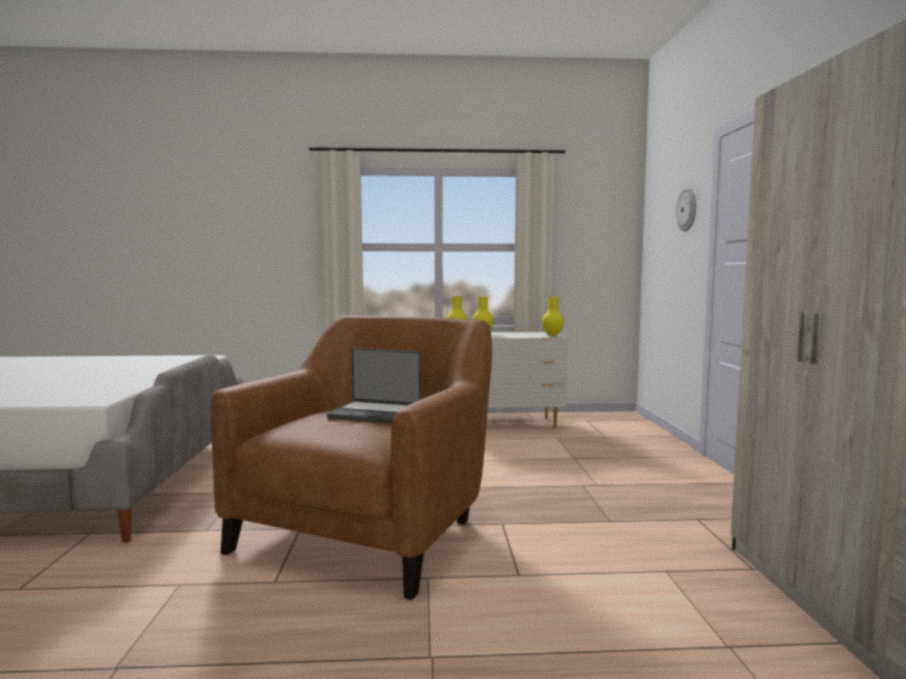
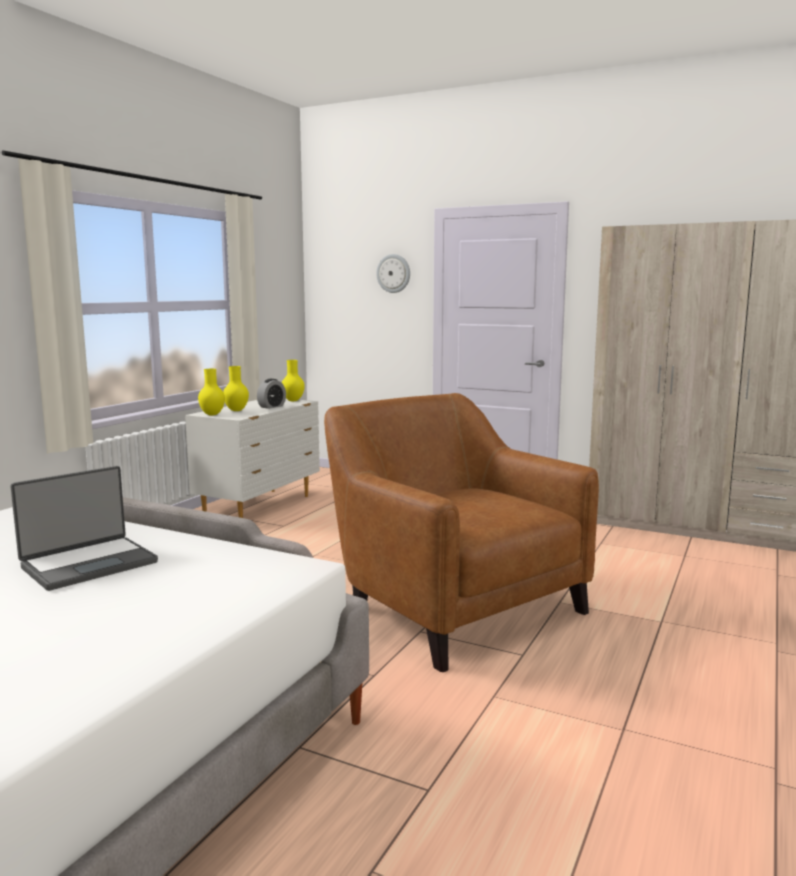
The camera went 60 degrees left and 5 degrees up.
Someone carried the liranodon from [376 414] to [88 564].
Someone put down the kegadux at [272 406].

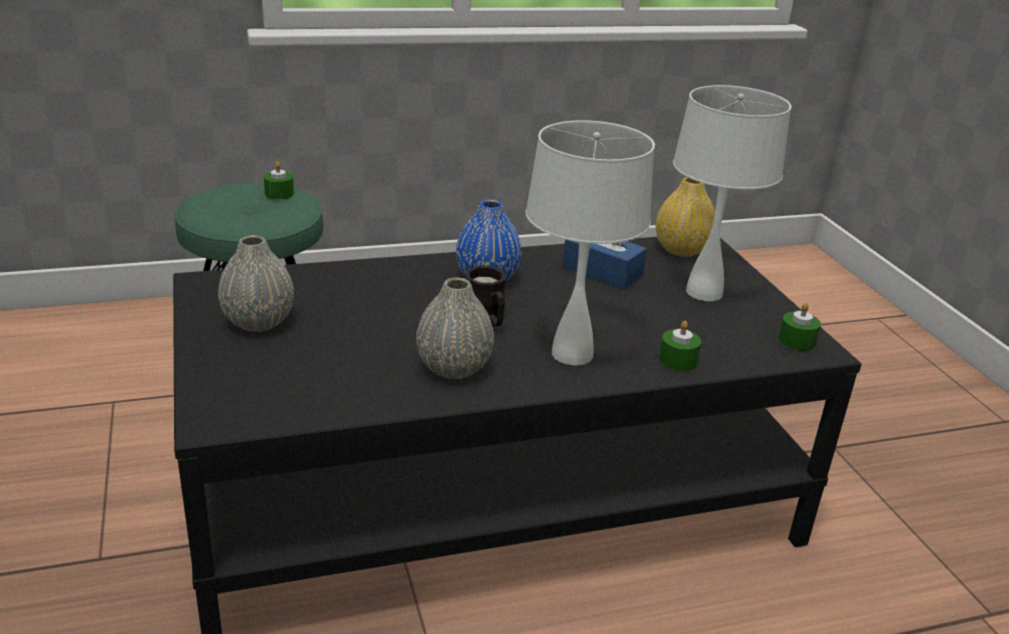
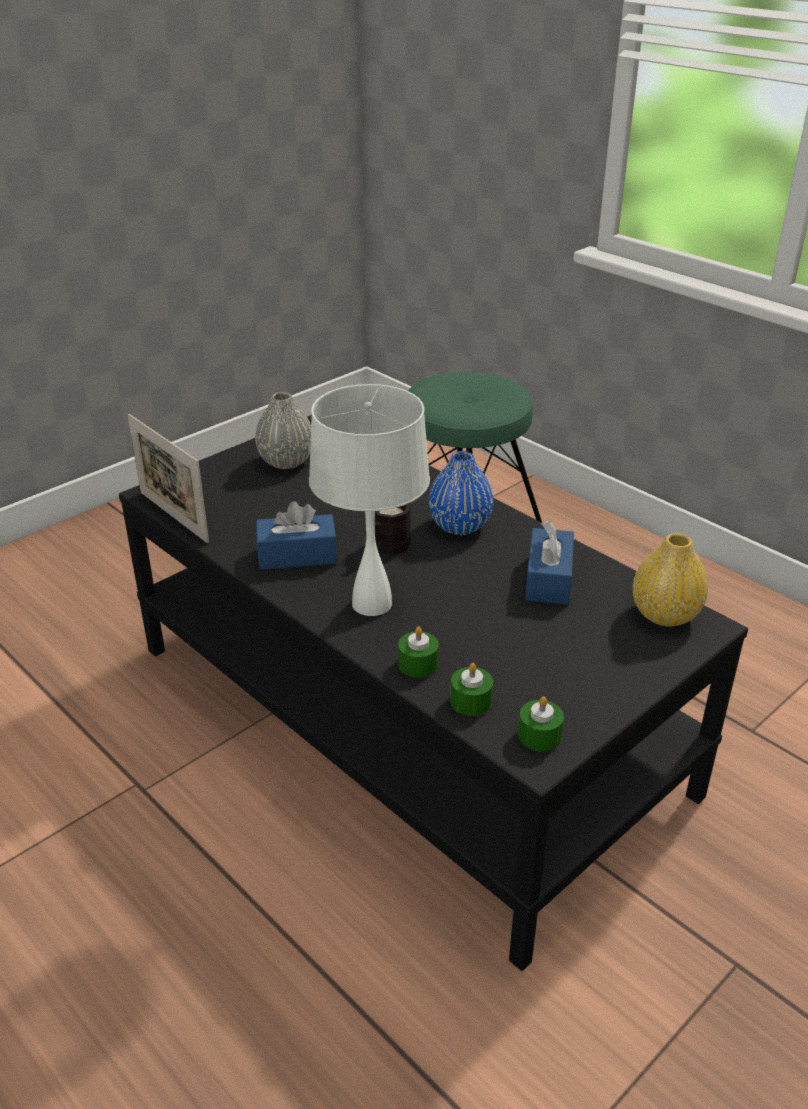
The camera went 65 degrees right and 5 degrees up.
Someone put down the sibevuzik at [173 517].
Someone swapped the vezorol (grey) at [453 367] for the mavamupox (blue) at [297 555].
Someone carried the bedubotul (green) from [279 194] to [471 701].
Someone took away the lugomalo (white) at [704 292].

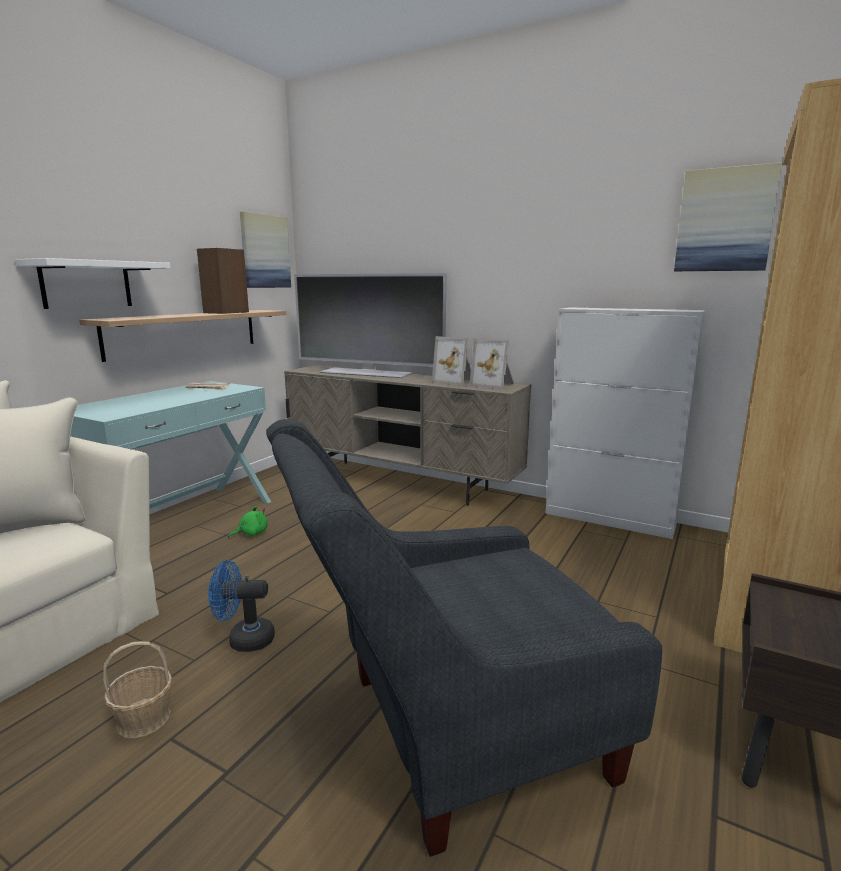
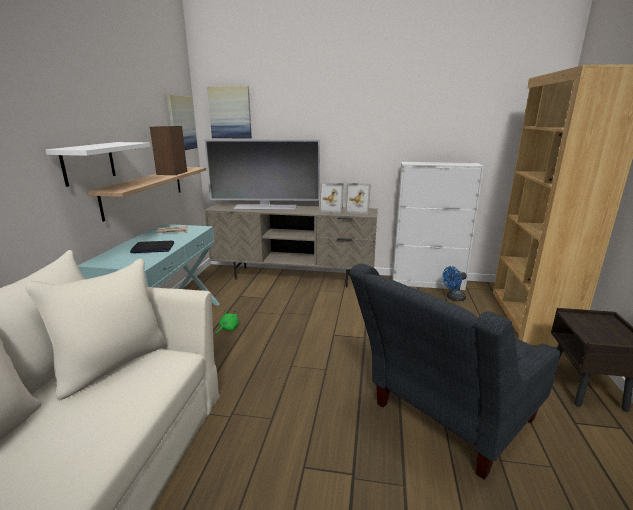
The camera went 20 degrees left and 5 degrees up.
Someone put down the liranodon at [152 248].
Someone carried the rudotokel from [725 220] to [230 112].
Someone carried the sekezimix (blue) from [244 639] to [453 298].
Someone took away the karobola at [144 719].

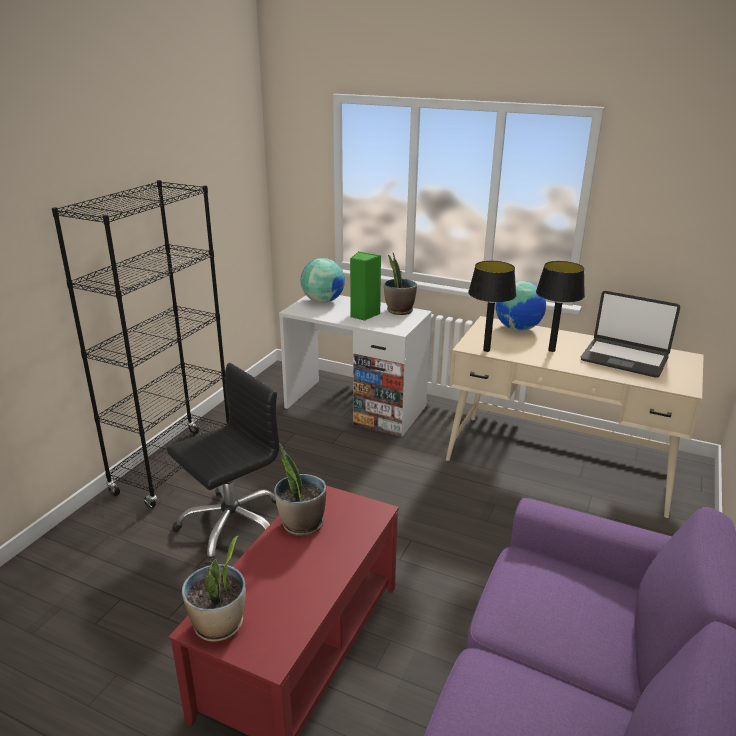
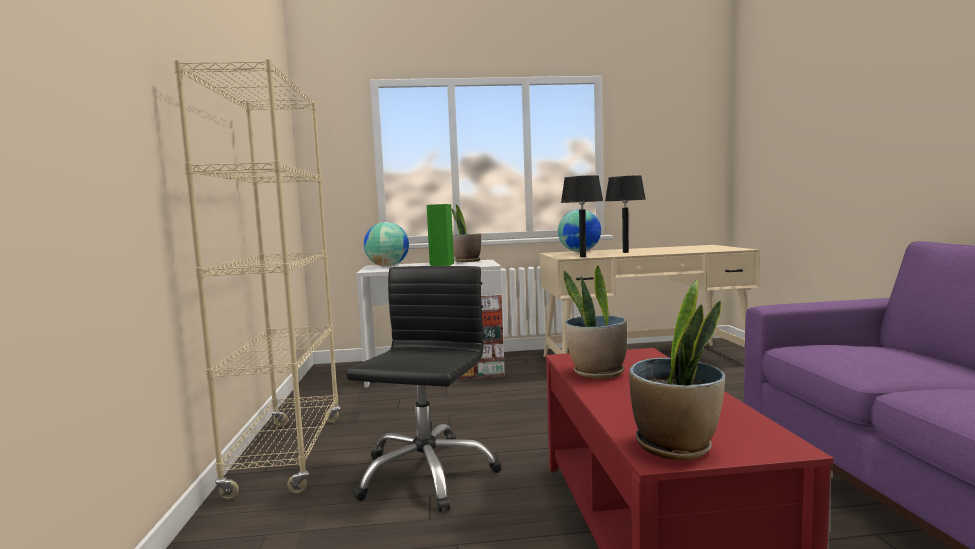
The camera went 30 degrees left and 20 degrees down.
Someone repainted the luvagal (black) at [174 467], which became the luvagal (beige) at [288 454].
Someone took away the liranodon at [624 358].

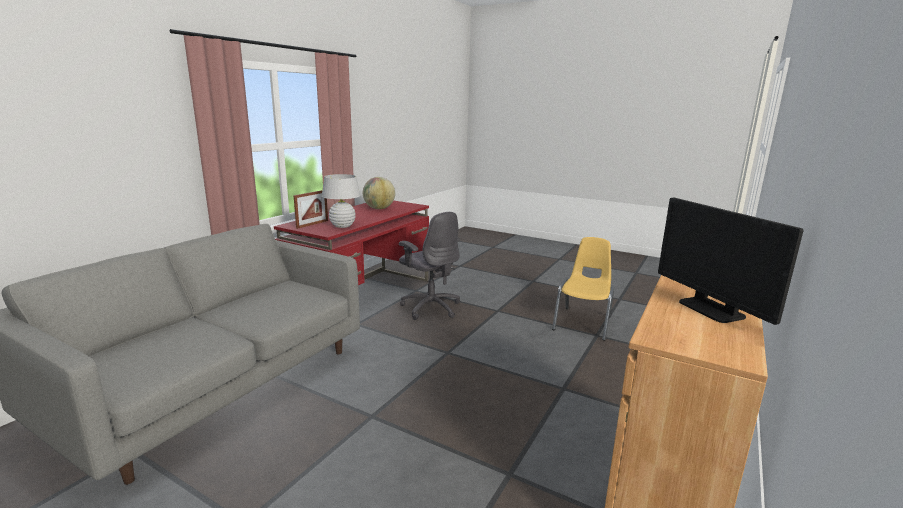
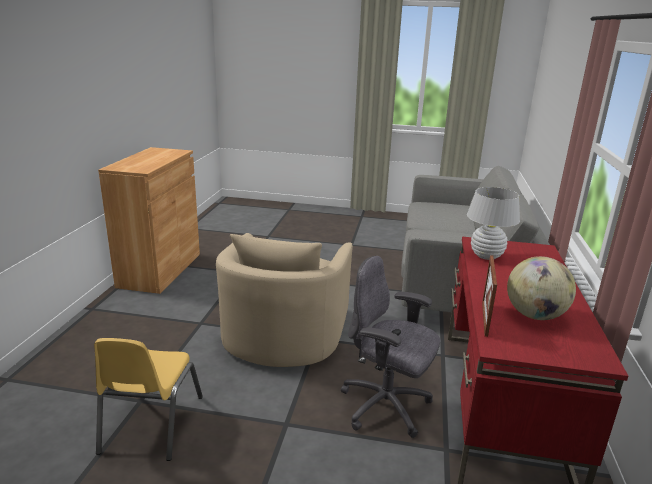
The camera went 160 degrees right and 5 degrees up.
Someone put down the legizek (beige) at [284 332].
Someone carried the sibevuzik from [312 224] to [484 318].
Someone took away the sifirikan at [711 309].

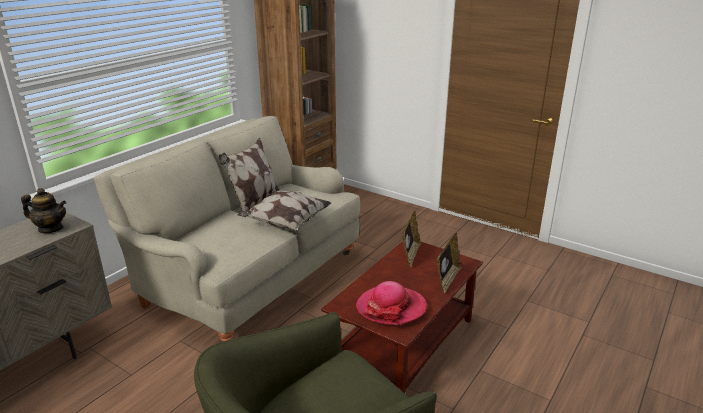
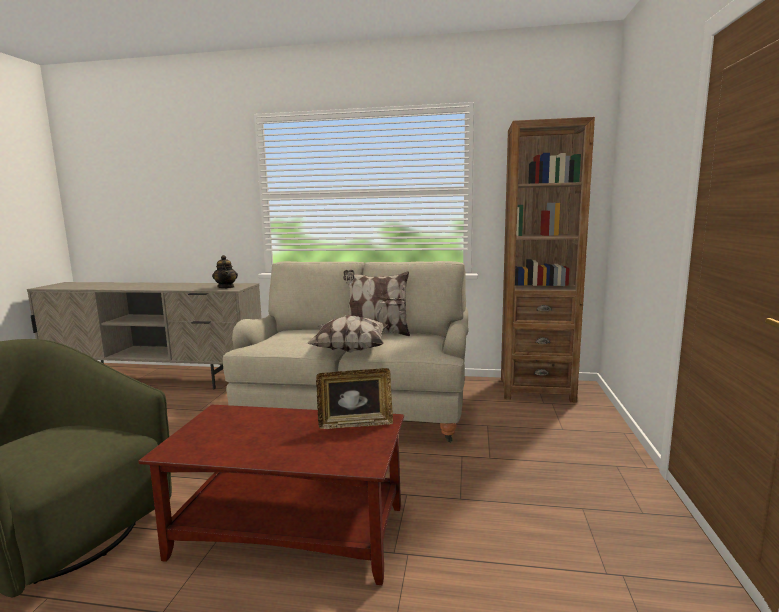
The camera went 65 degrees right and 15 degrees down.
Someone took away the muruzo at [391 307].
Someone took away the sibevuzik at [447 280].

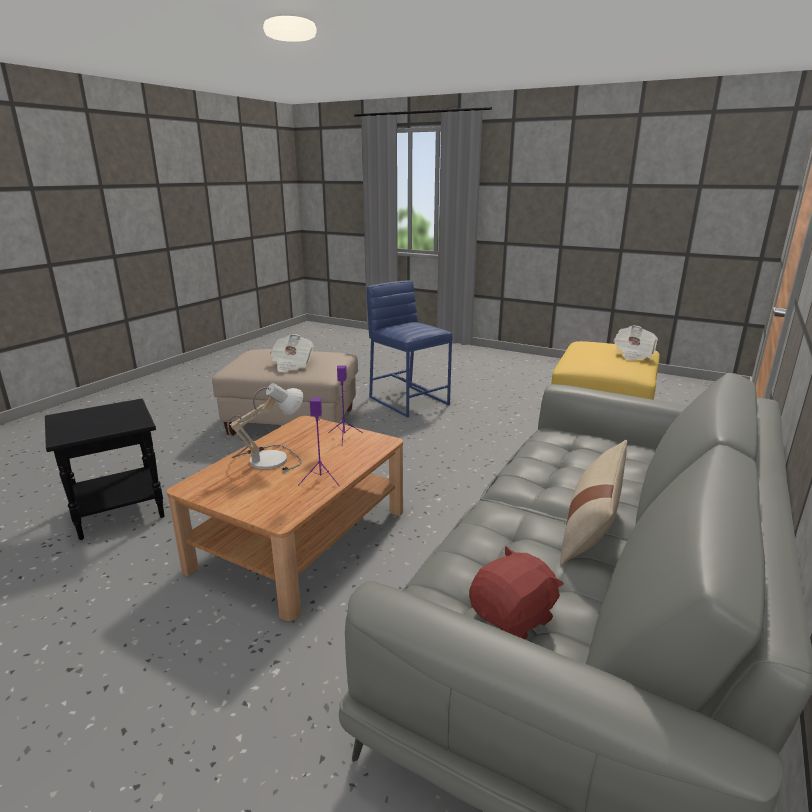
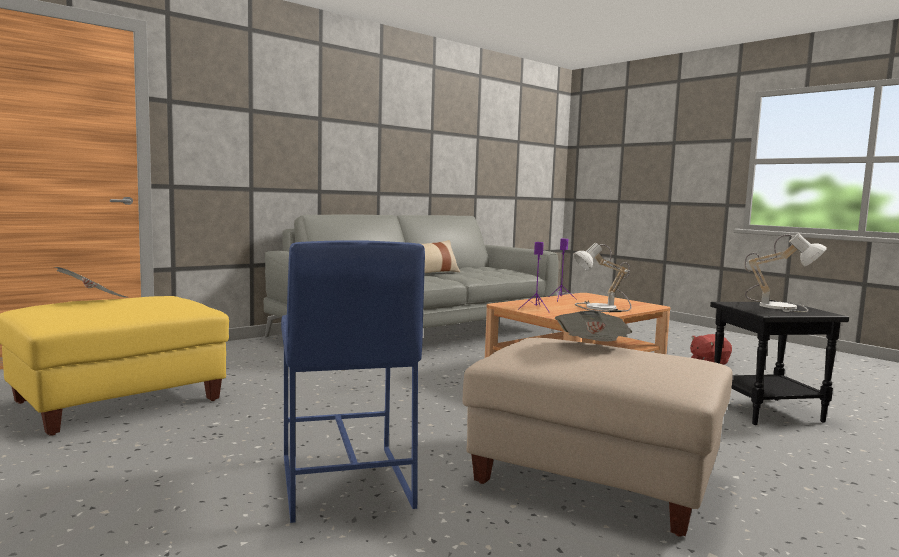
The camera went 160 degrees left and 15 degrees down.
Someone carried the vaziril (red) from [513 617] to [708 362].
Someone put down the lugomalo at [780 306].

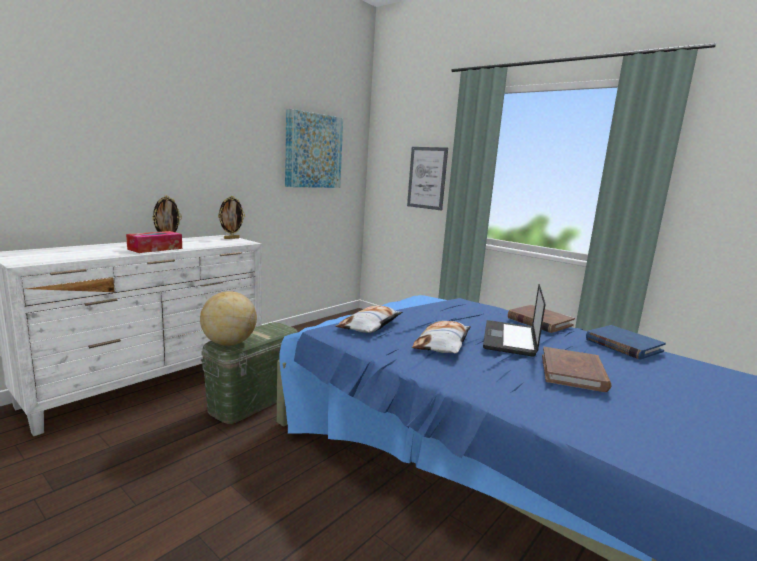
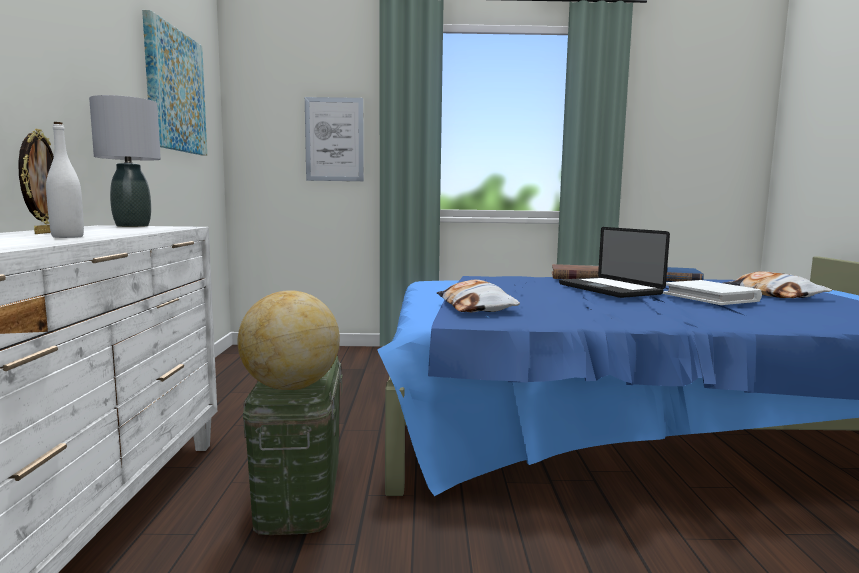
The camera went 40 degrees left and 5 degrees down.
Someone swapped the mavamupox at [155 249] for the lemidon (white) at [67 237].
Someone swapped the sibevuzik at [231 238] for the lugomalo (grey) at [132 226].
Someone repainted the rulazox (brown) at [573 373], which became the rulazox (white) at [710 297].
Someone carried the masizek from [443 344] to [772 294].

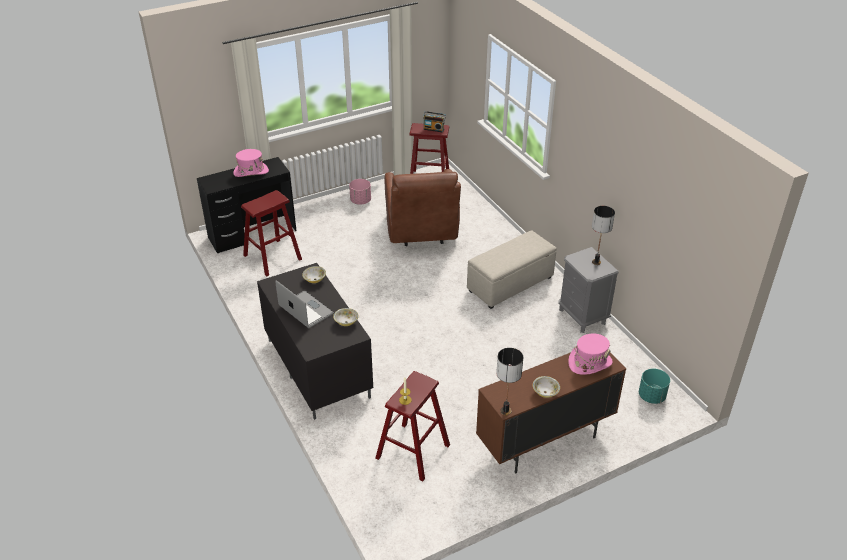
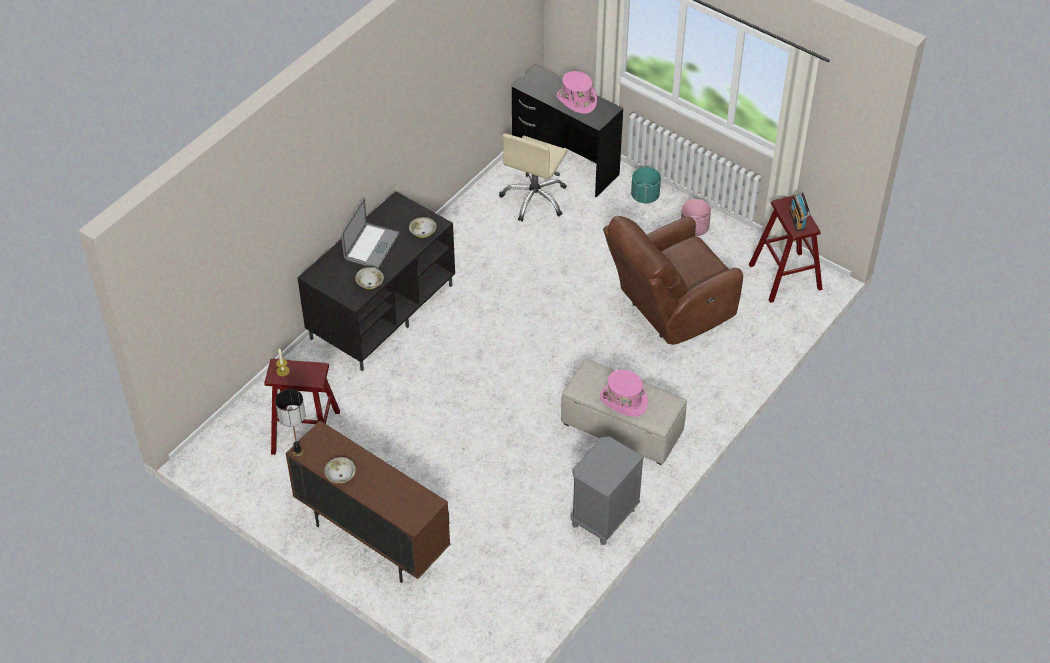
The camera went 65 degrees right and 10 degrees up.
Someone swapped the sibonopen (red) at [272 257] for the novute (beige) at [535 199].
Someone carried the muruzo (pink) from [590 362] to [624 400].
Someone carried the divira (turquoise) from [651 396] to [645 196].
Someone took away the lugomalo at [596 262].

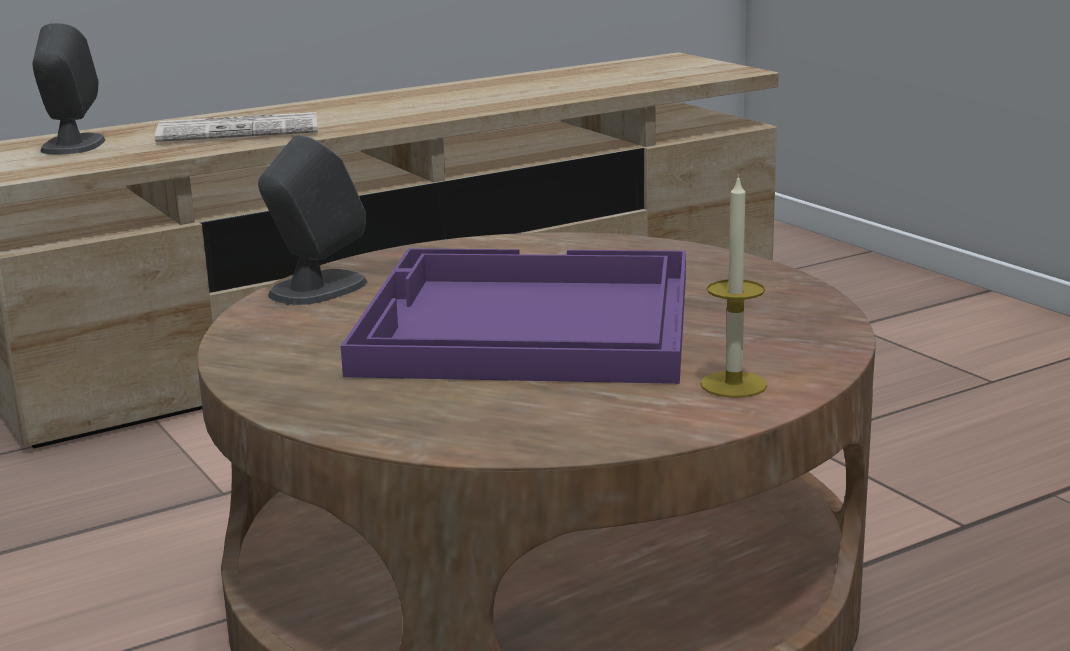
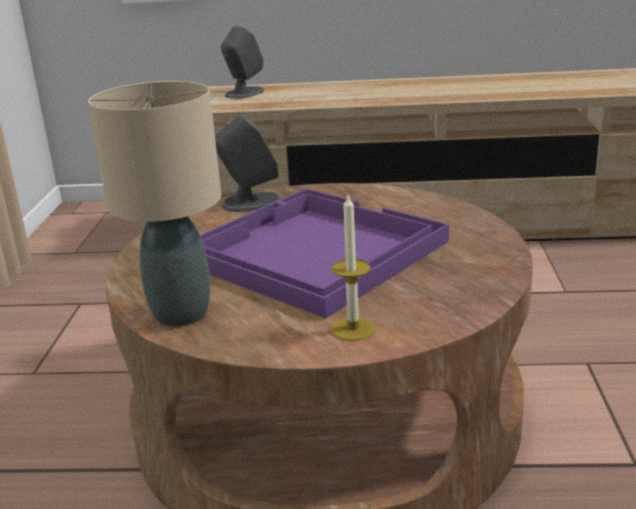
The camera went 35 degrees right and 5 degrees up.
Someone put down the lugomalo (beige) at [180 313].
Someone took away the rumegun at [241 131].

